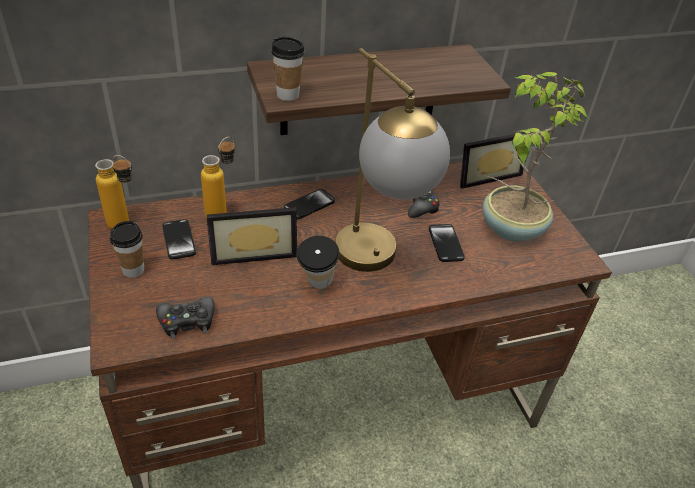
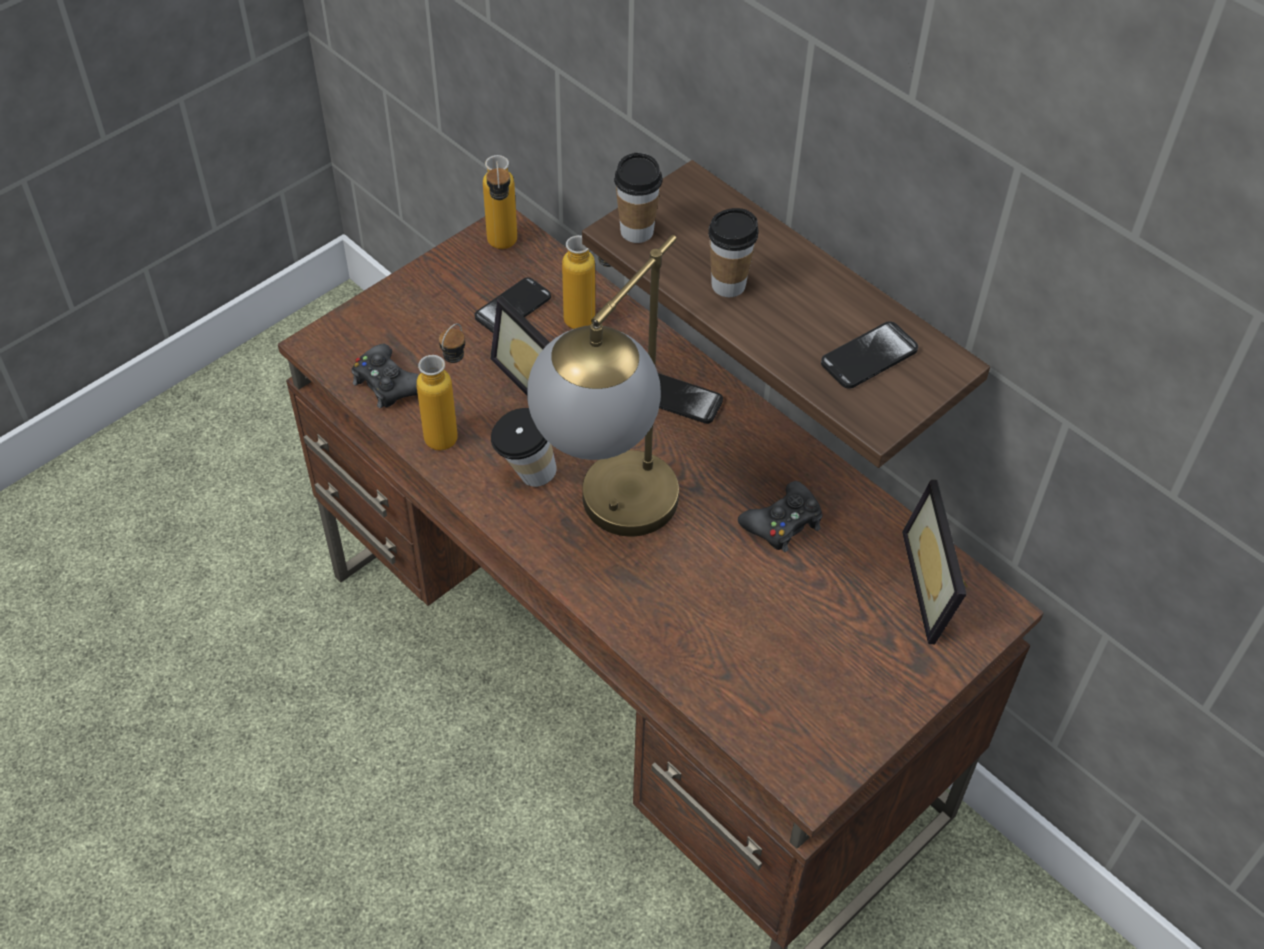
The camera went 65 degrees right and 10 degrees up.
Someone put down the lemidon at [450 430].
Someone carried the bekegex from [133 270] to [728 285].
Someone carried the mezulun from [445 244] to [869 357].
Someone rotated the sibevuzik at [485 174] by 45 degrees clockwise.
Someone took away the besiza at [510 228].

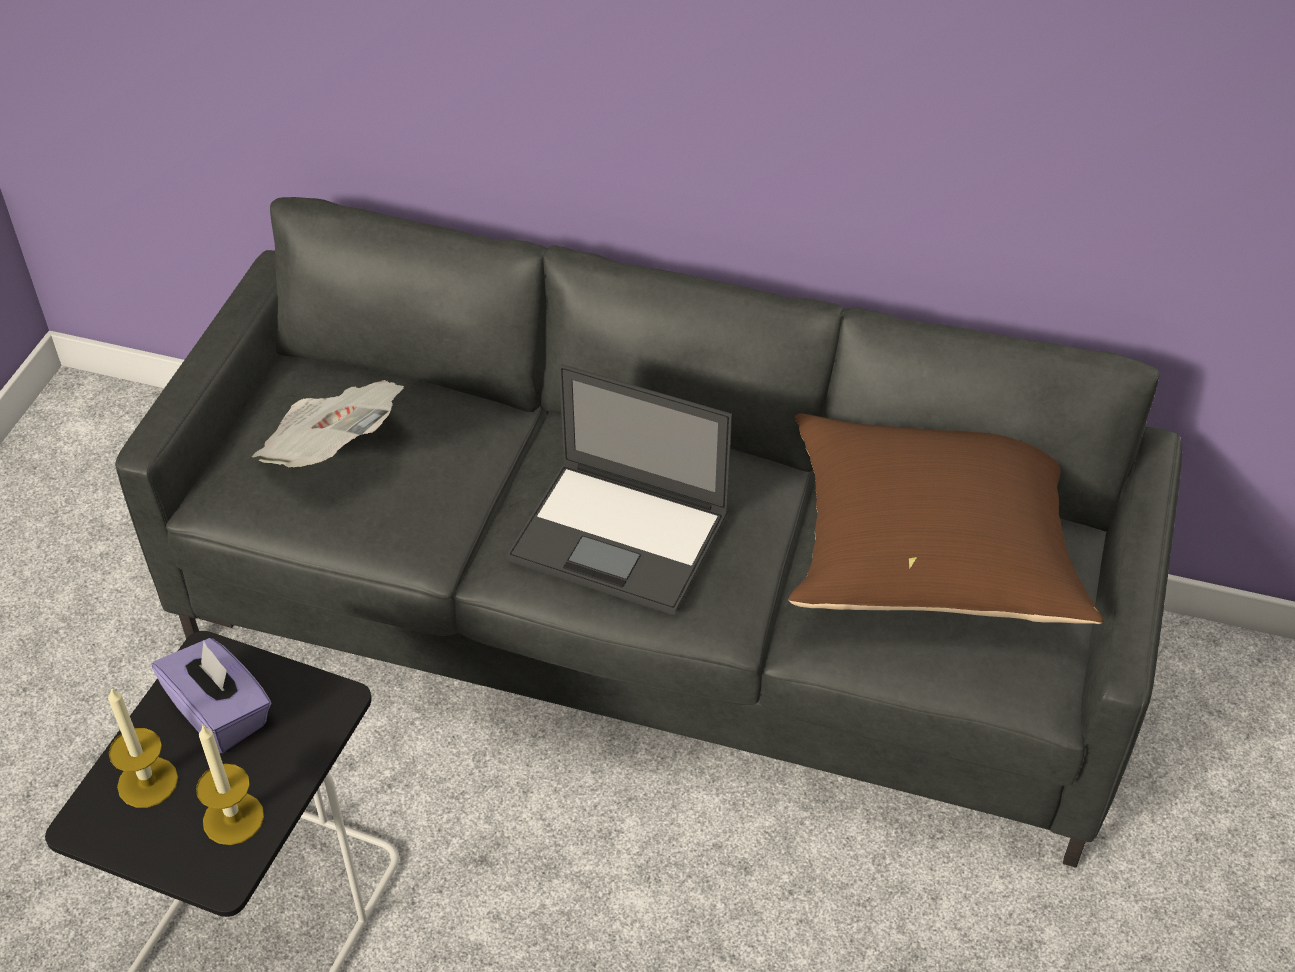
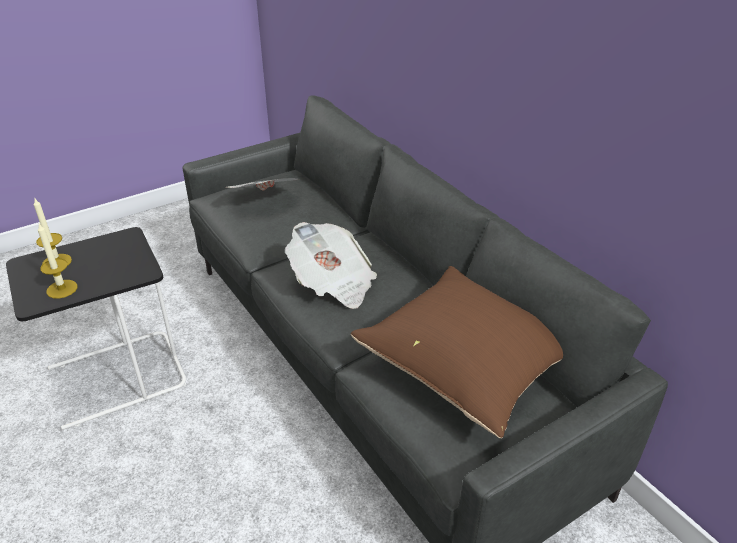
The camera went 40 degrees right and 10 degrees down.
Someone swapped the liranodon at [622 537] for the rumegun at [333 283].
Someone took away the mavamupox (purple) at [221 713].

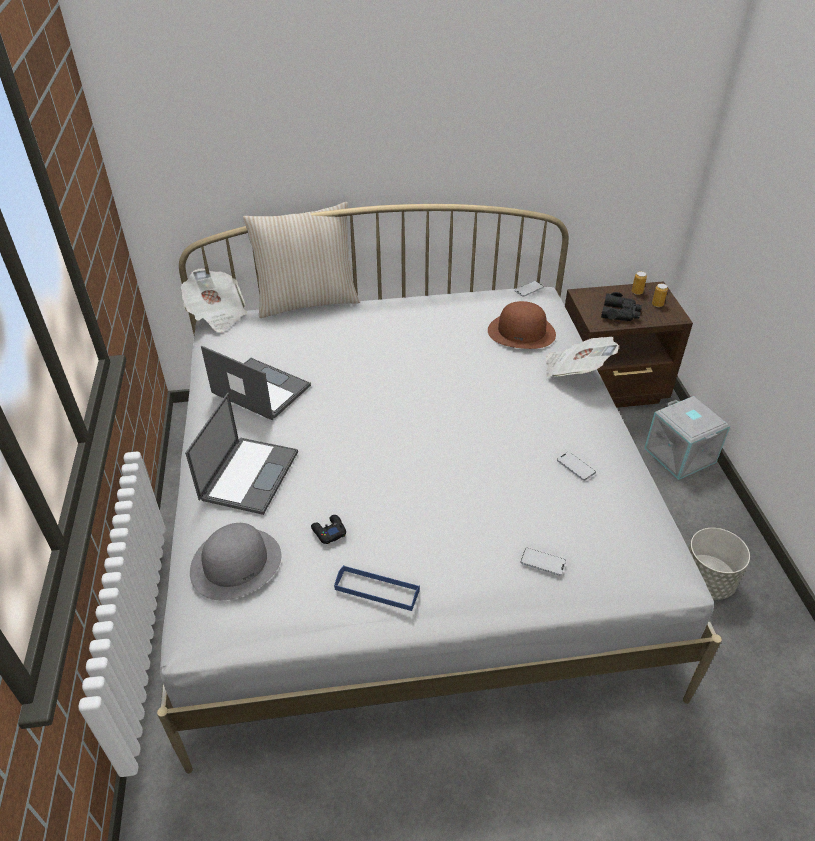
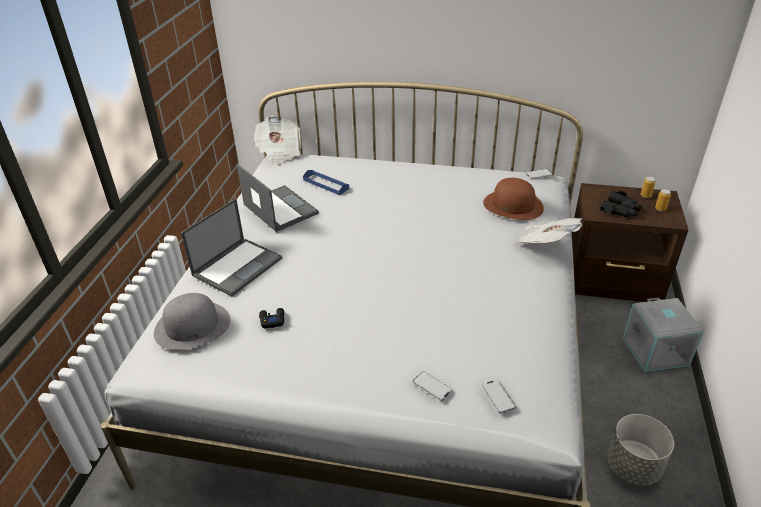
The camera went 20 degrees right and 5 degrees down.
Someone carried the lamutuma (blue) from [377 590] to [326 184].
Someone carried the mezulun from [576 466] to [498 397].
Someone took away the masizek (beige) at [307 301].

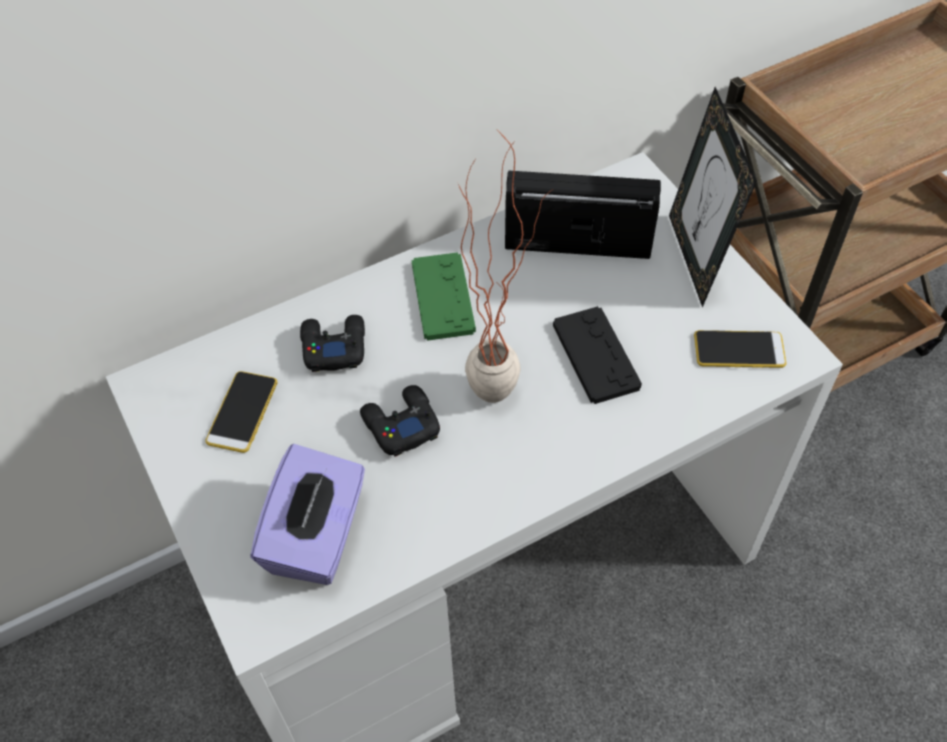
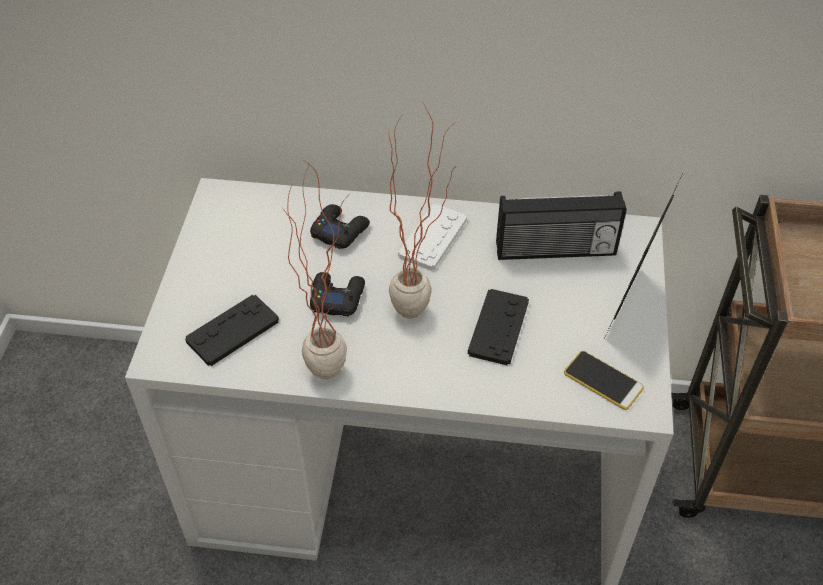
The camera went 35 degrees right and 5 degrees down.
Someone swapped the mavamupox (purple) at [317 536] for the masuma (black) at [232 331].
Someone put down the besiza at [332 361].
Someone repainted the masuma (green) at [443 297], which became the masuma (white) at [433 238].
Someone rotated the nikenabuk at [577 241] by 135 degrees clockwise.
Someone took away the mezulun at [242 412].

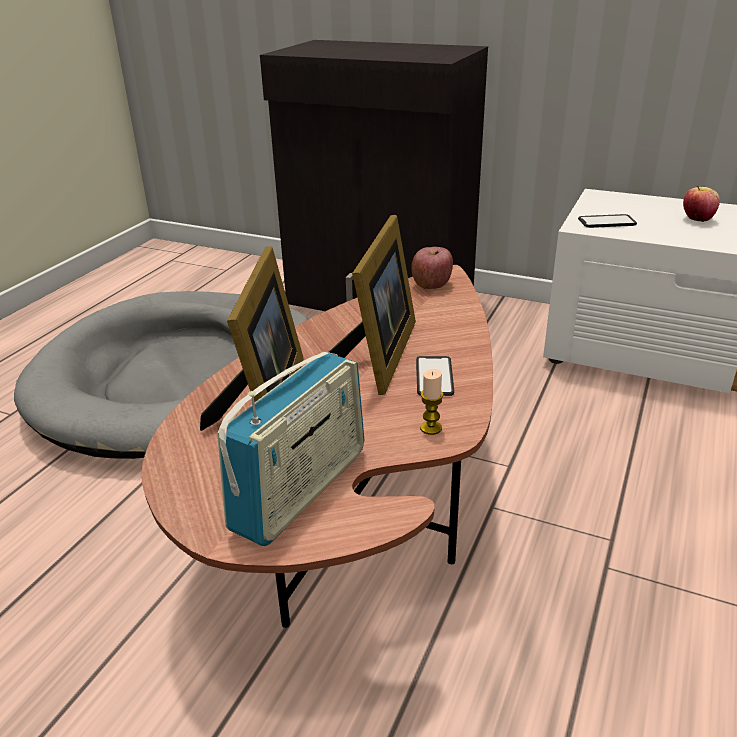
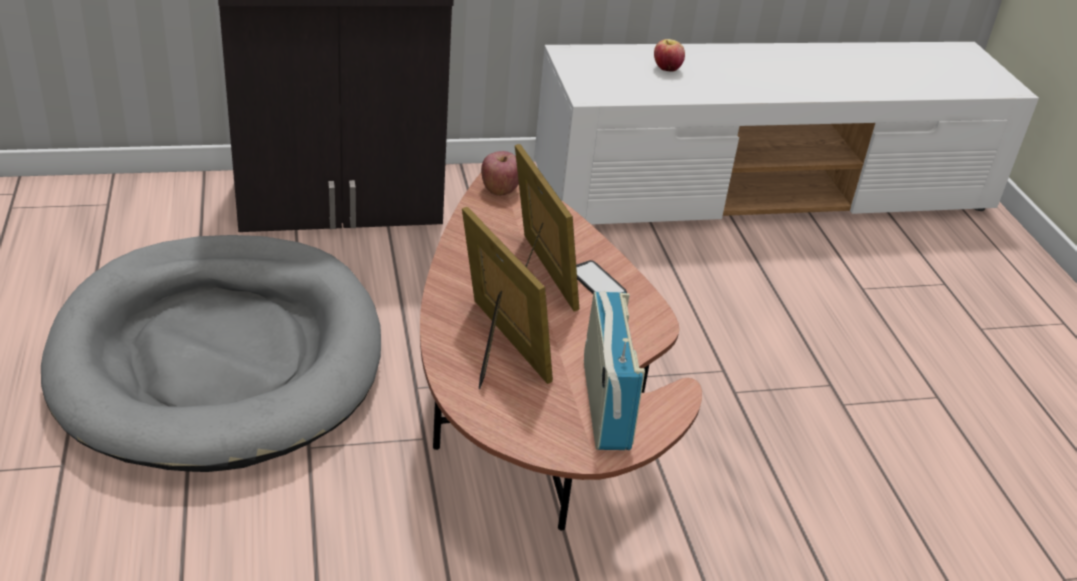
The camera went 40 degrees left and 5 degrees up.
Someone took away the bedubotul at [431 428].
Someone took away the mezulun at [606 222].

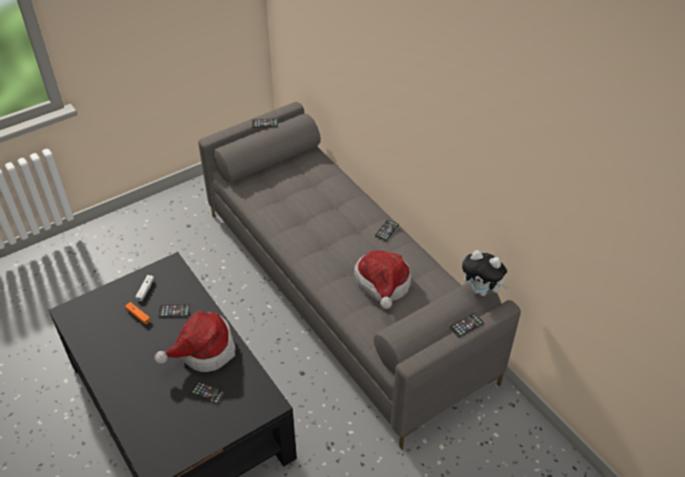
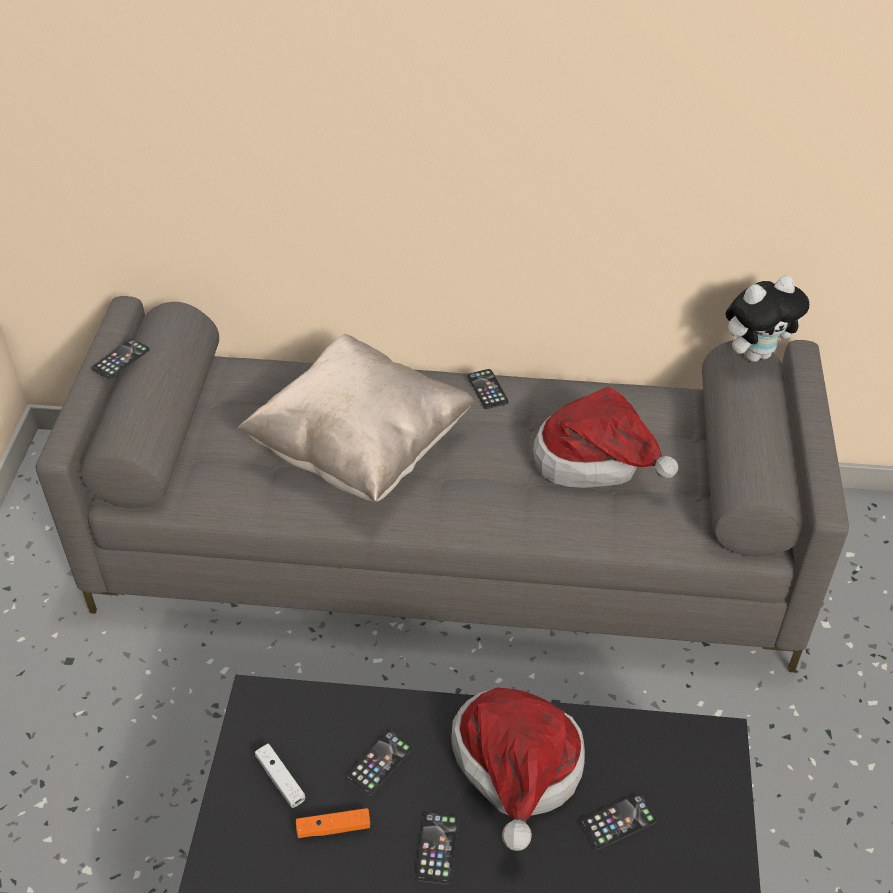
The camera went 50 degrees left and 0 degrees up.
Someone put down the masizek (beige) at [361 449].
Someone carried the mezulun from [466 325] to [437 848].

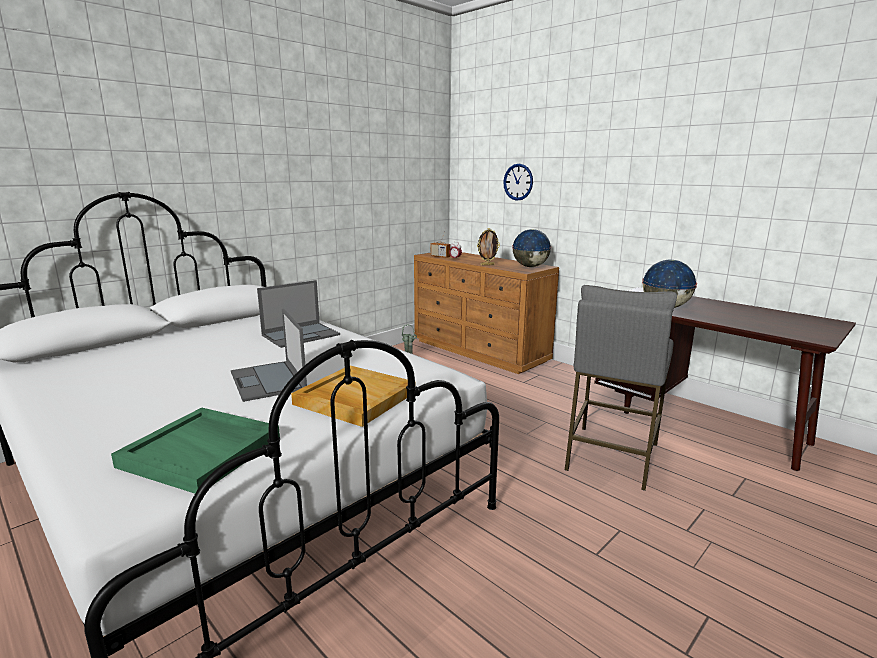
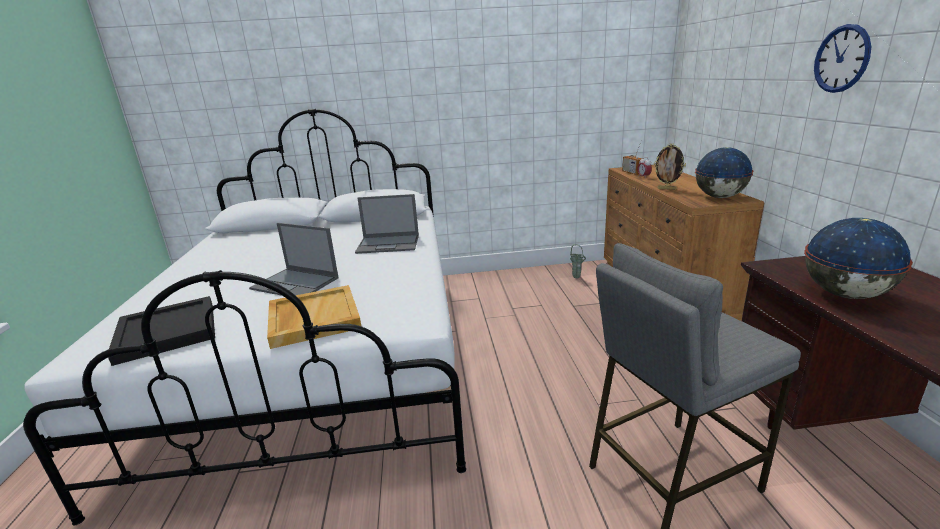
The camera went 40 degrees right and 5 degrees up.
Someone repainted the lamutuma (green) at [203 452], which became the lamutuma (black) at [168 332].
Someone rotated the liranodon at [268 381] by 75 degrees counterclockwise.
Someone carried the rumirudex from [518 182] to [841 59].

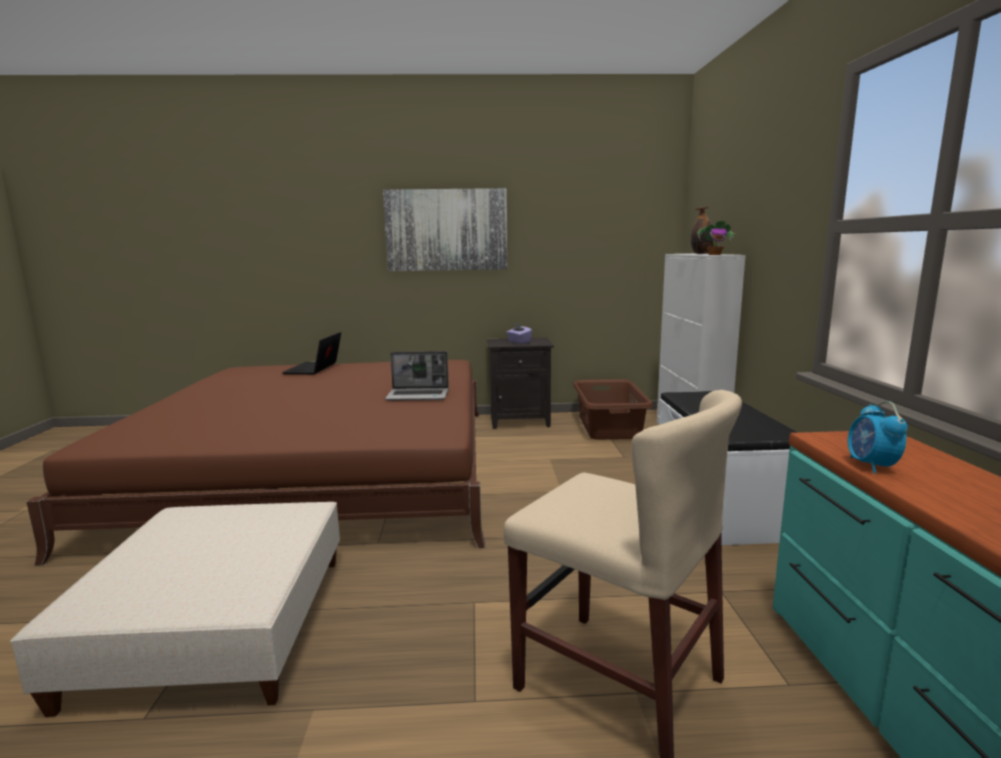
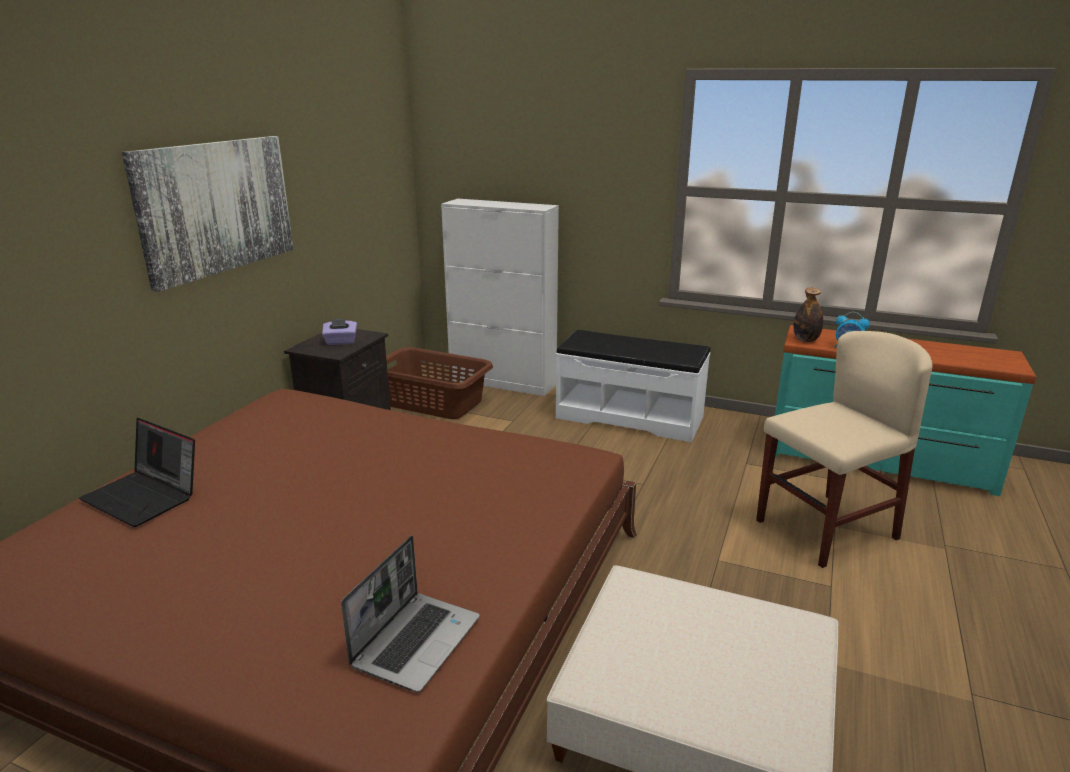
The camera went 65 degrees left and 10 degrees up.
Someone carried the liranodon from [419 396] to [416 641].
Someone carried the lemidon from [702 254] to [805 340].
Someone took away the besiza at [715 254].

